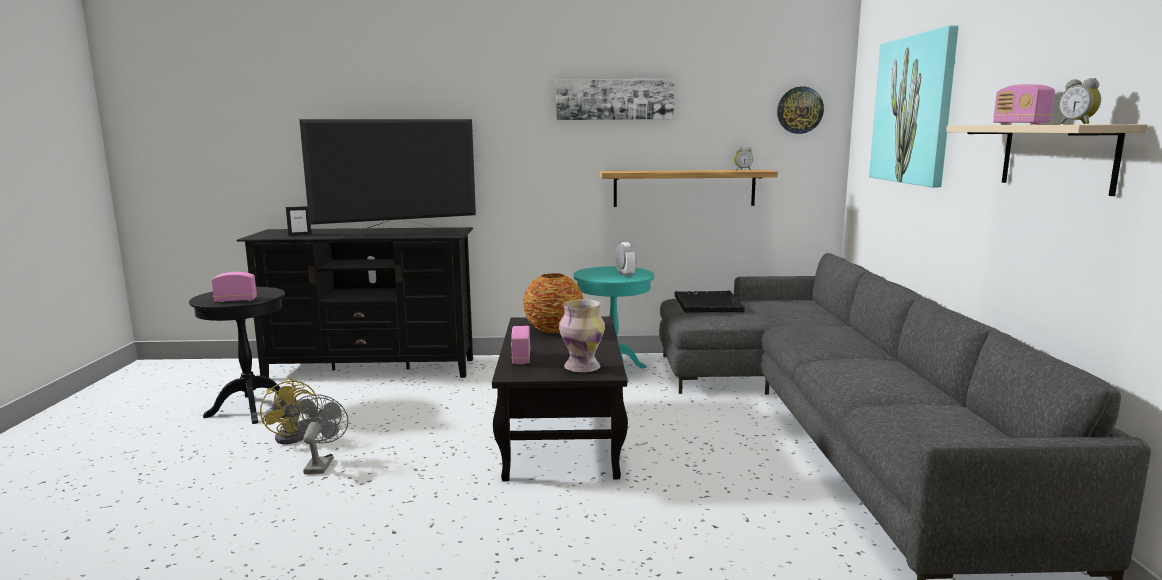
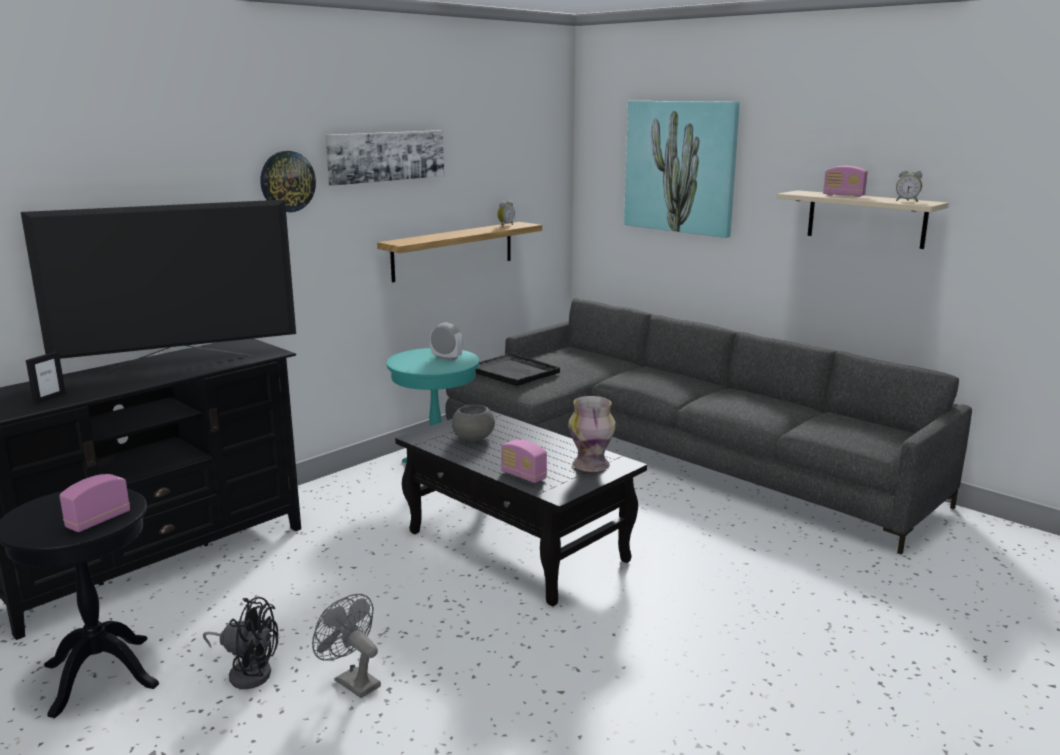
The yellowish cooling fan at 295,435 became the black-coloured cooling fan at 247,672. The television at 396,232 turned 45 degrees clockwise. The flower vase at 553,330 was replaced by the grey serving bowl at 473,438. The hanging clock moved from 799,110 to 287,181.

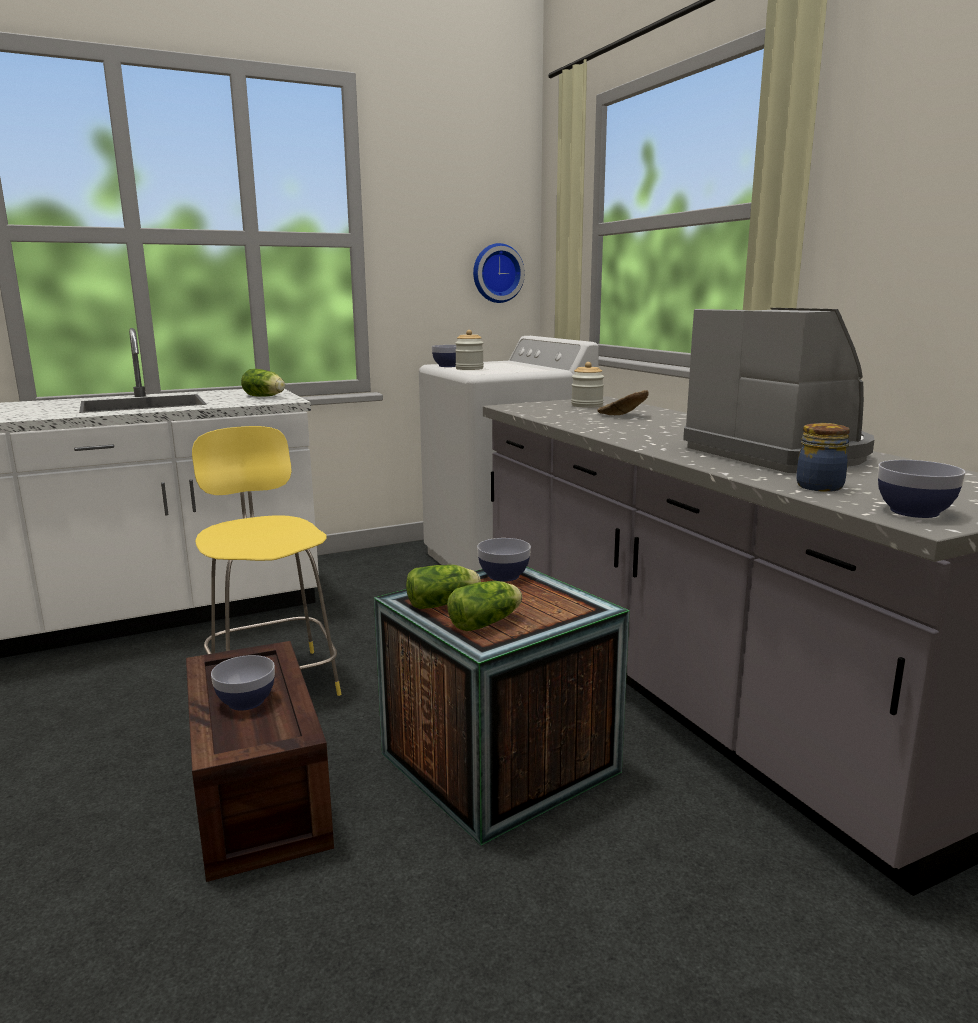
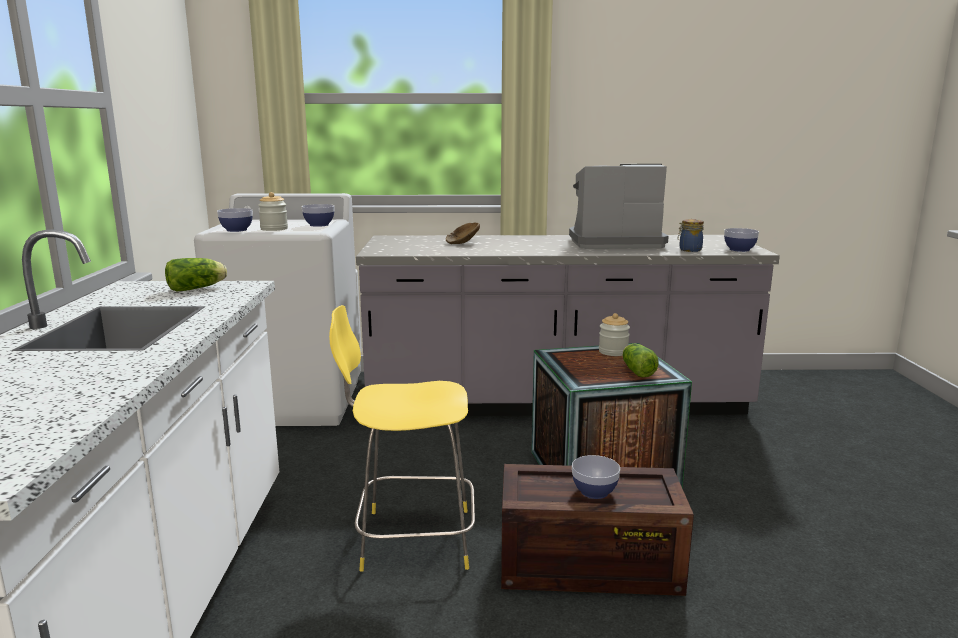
The head of lettuce at 445,603 disappeared. The hanging clock at 496,273 disappeared. The serving bowl moved from 504,576 to 319,225. The jar moved from 587,405 to 613,352.

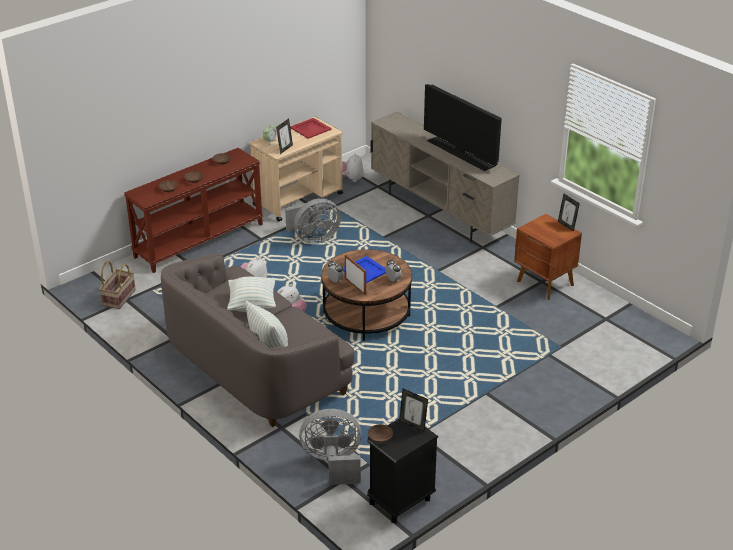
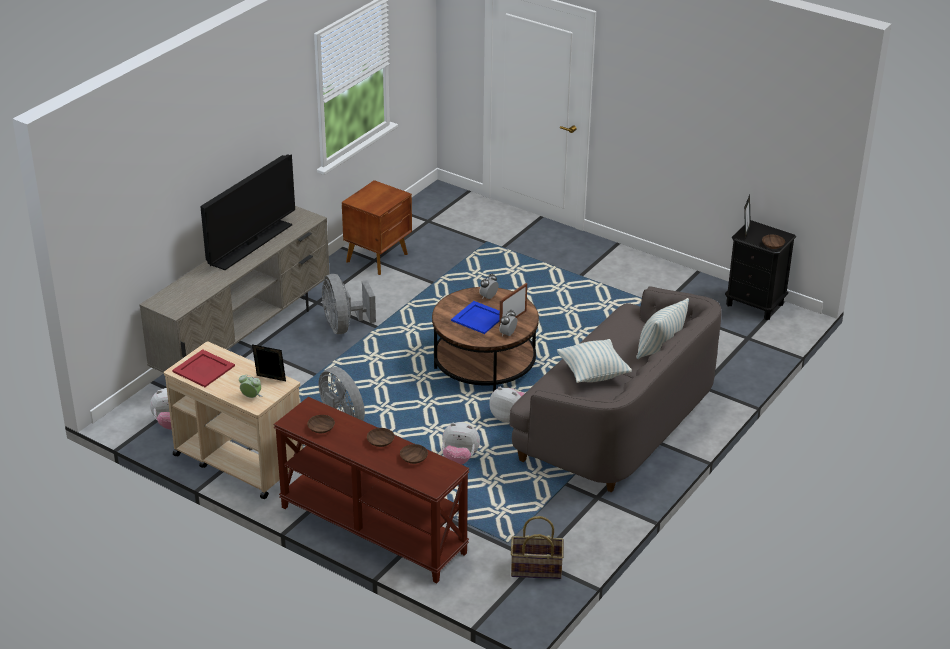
The grey cooling fan moved from 333,463 to 344,326. The picture frame at 567,225 disappeared.

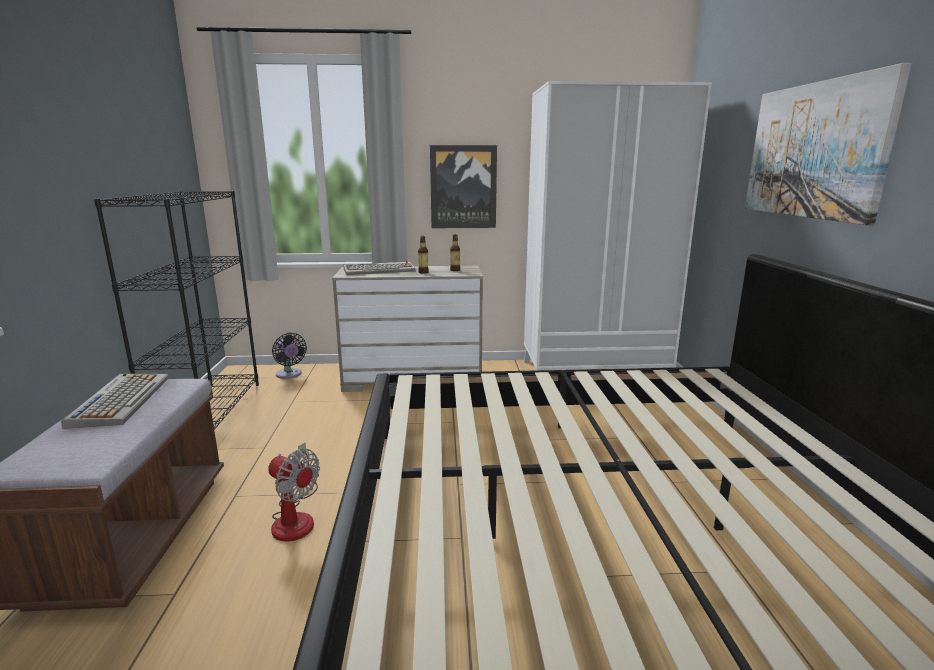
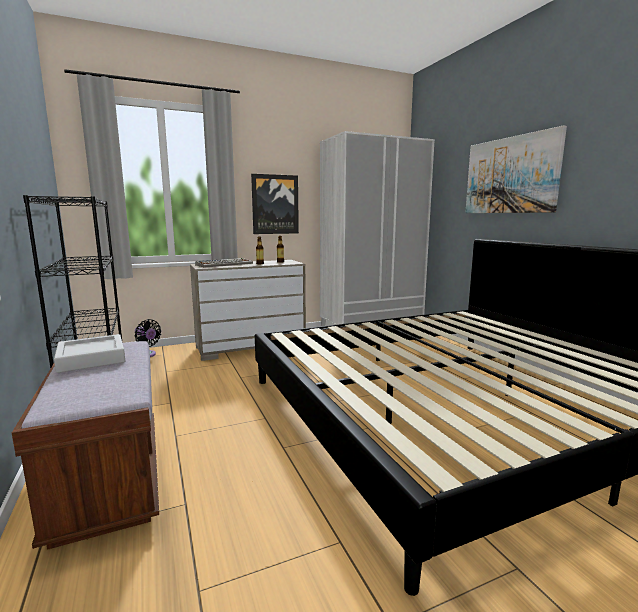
The PC keyboard at 120,400 was replaced by the grey carrying tray at 91,358. The cooling fan at 296,517 disappeared.

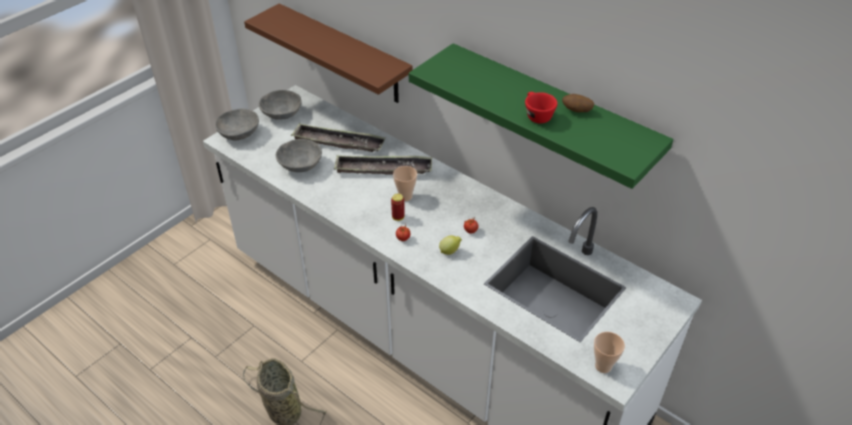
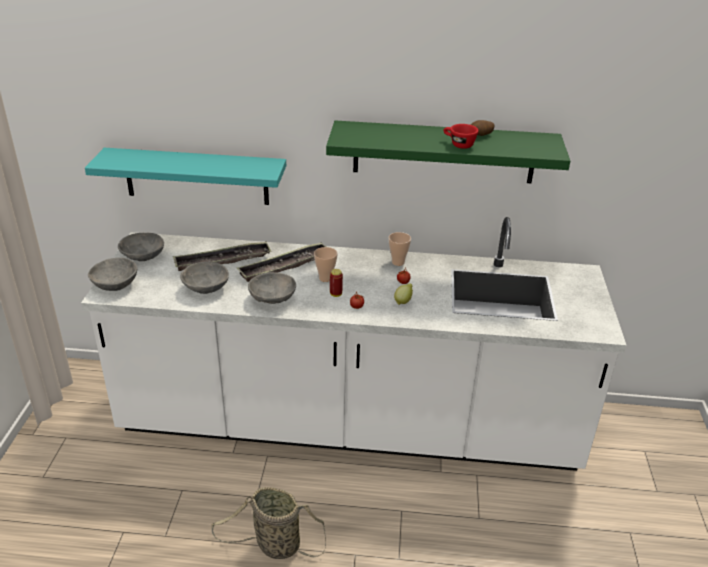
The brown-coloured shelf at 344,54 became the turquoise-coloured shelf at 196,176. The cup moved from 603,366 to 398,262. The grey serving bowl at 272,299 appeared.

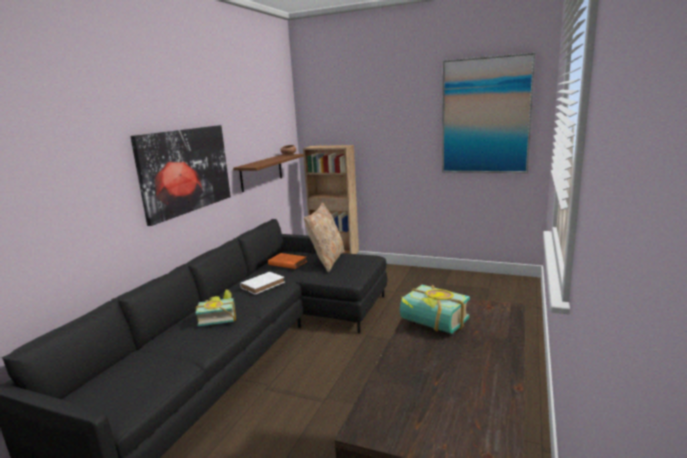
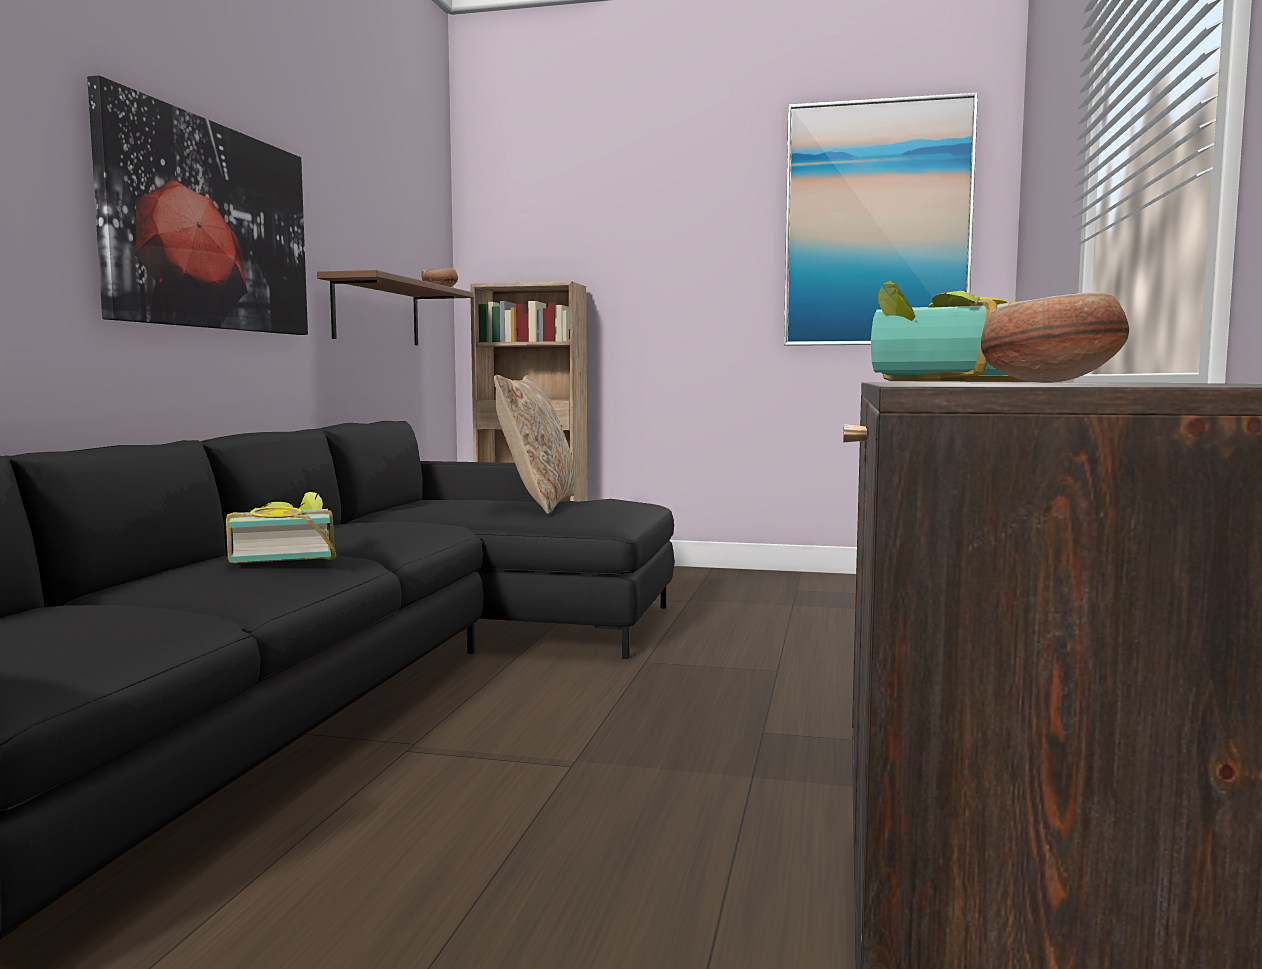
The white-coloured bound book at 263,285 disappeared. The orange bound book at 287,263 disappeared. The serving bowl at 1051,382 appeared.

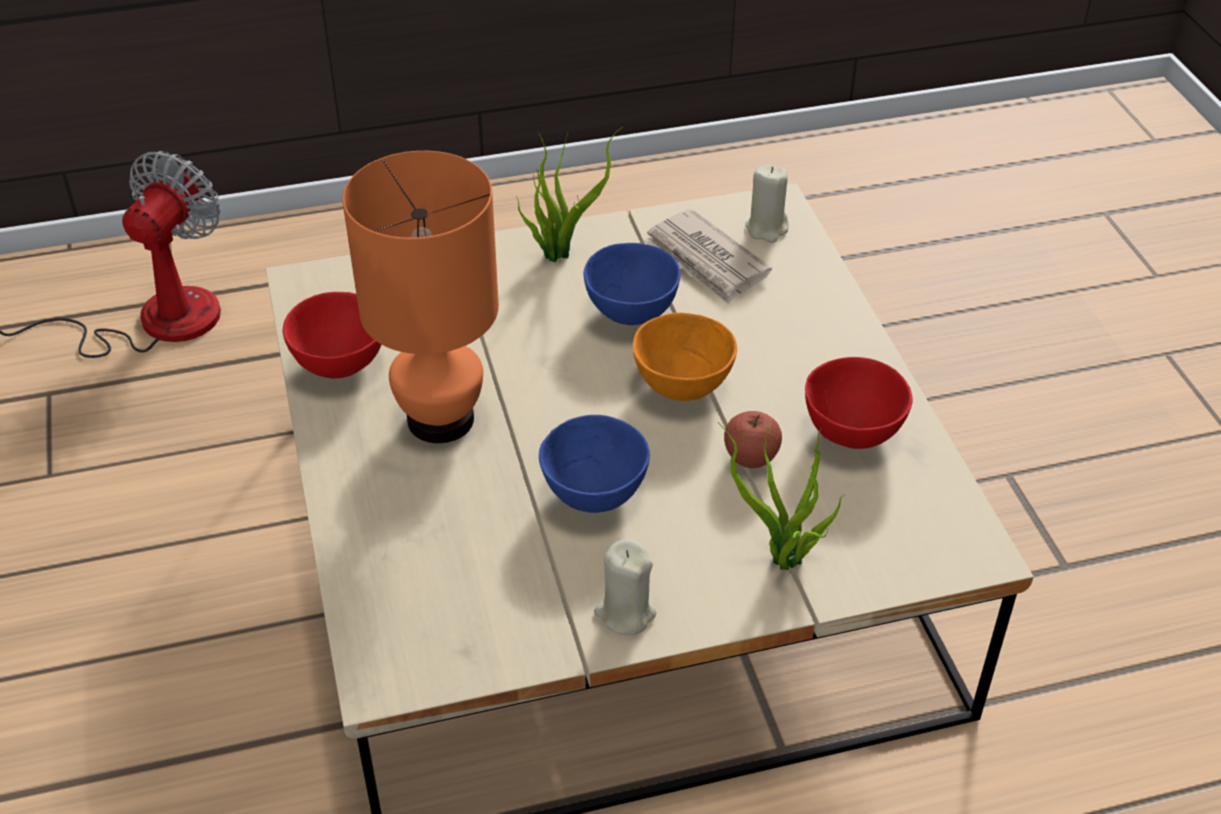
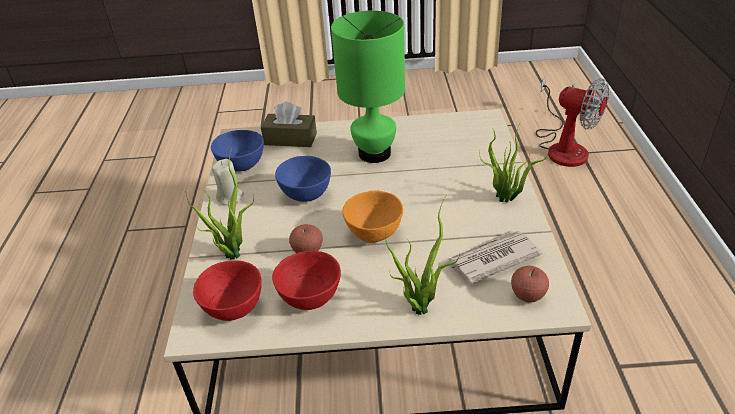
The red-coloured serving bowl moved from 342,364 to 233,309. The orange lamp for a table at 441,420 became the green lamp for a table at 374,154. The blue-coloured serving bowl moved from 631,313 to 241,166. The beige-coloured candle at 766,228 was replaced by the whole apple at 527,296. The brown-coloured box of tissues at 290,139 appeared. The houseplant at 419,305 appeared.

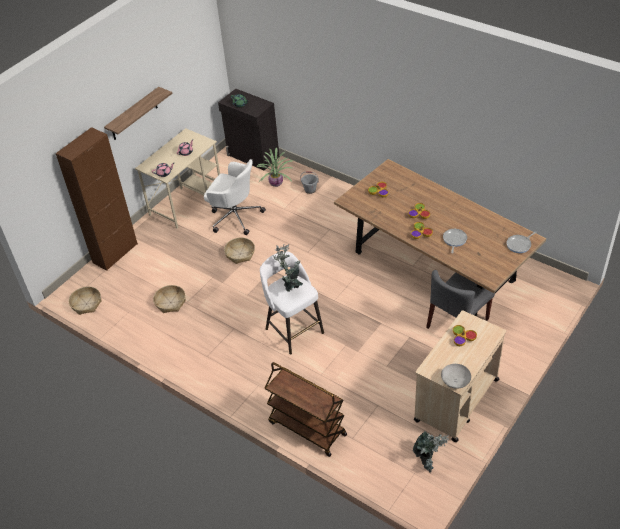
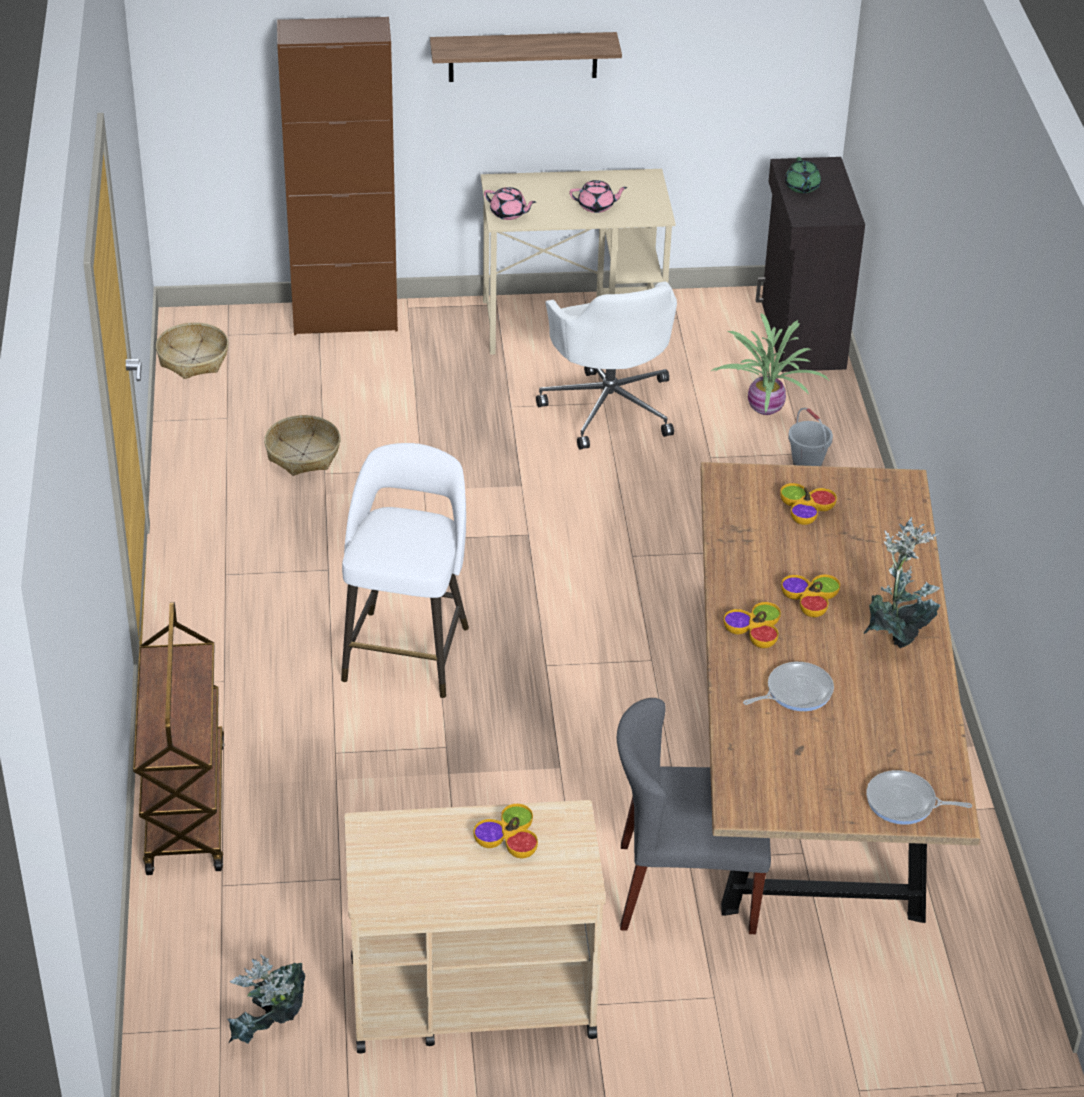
The basket at 240,254 disappeared. The houseplant moved from 291,285 to 896,636. The grey serving bowl at 455,382 disappeared.

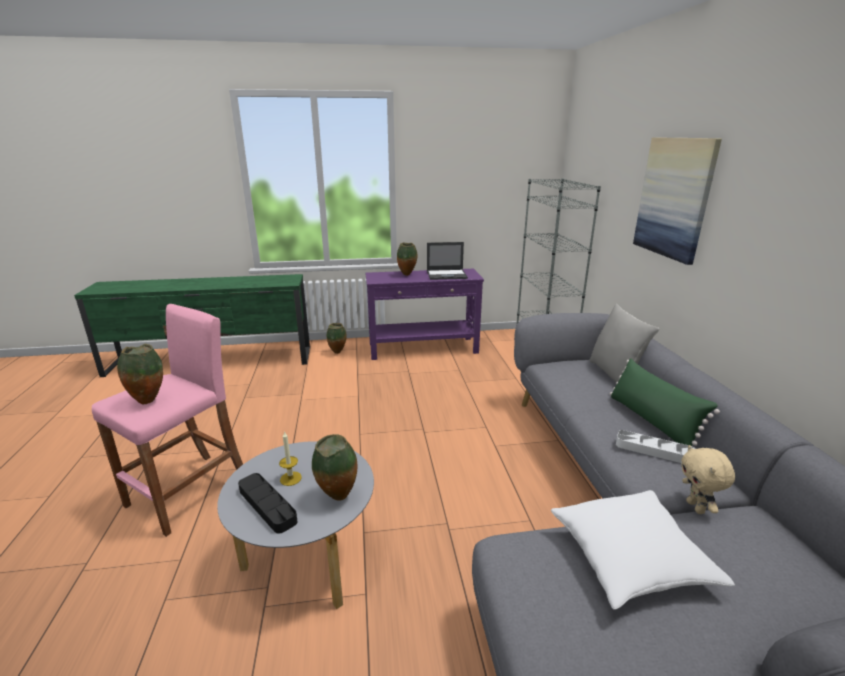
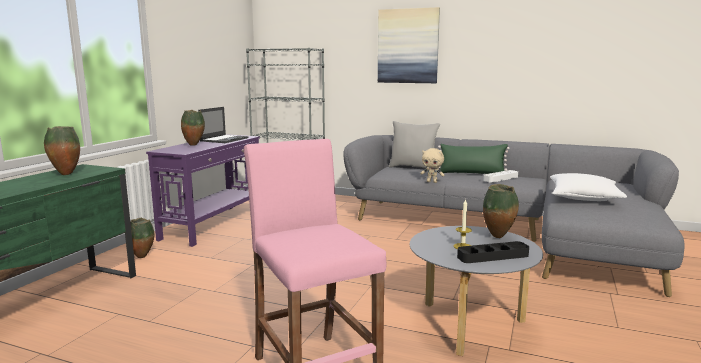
The flower vase moved from 148,401 to 65,174. The beige-coloured cuddly toy moved from 696,507 to 432,182.

